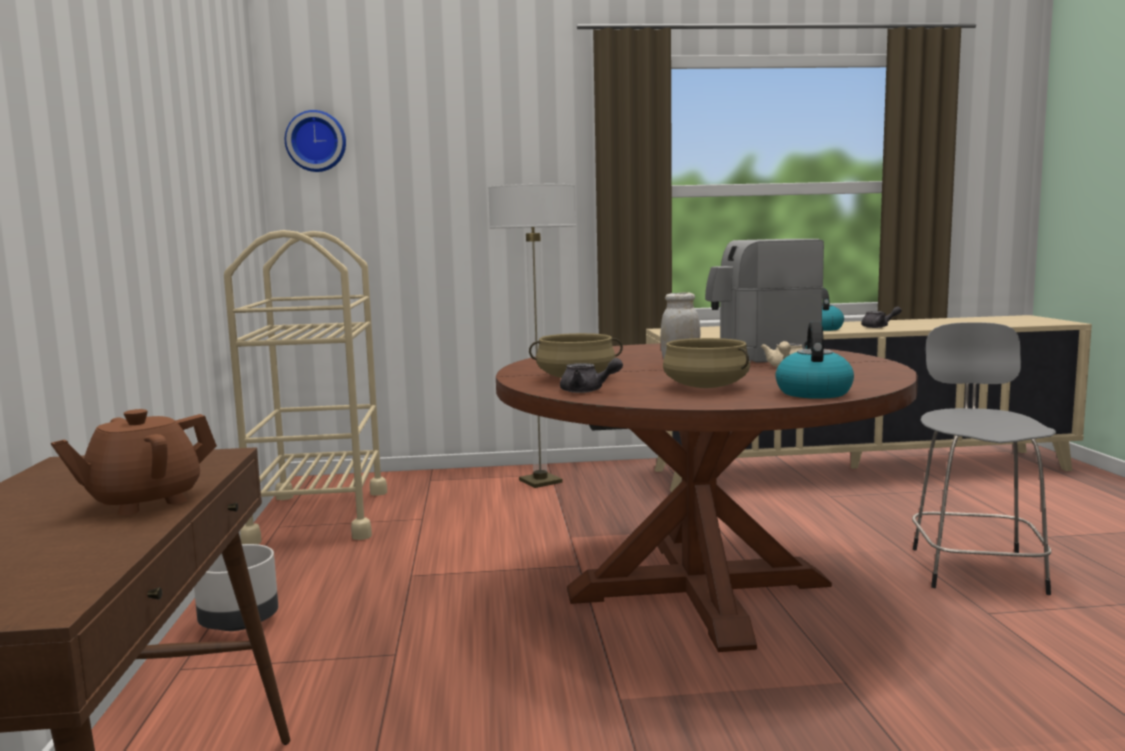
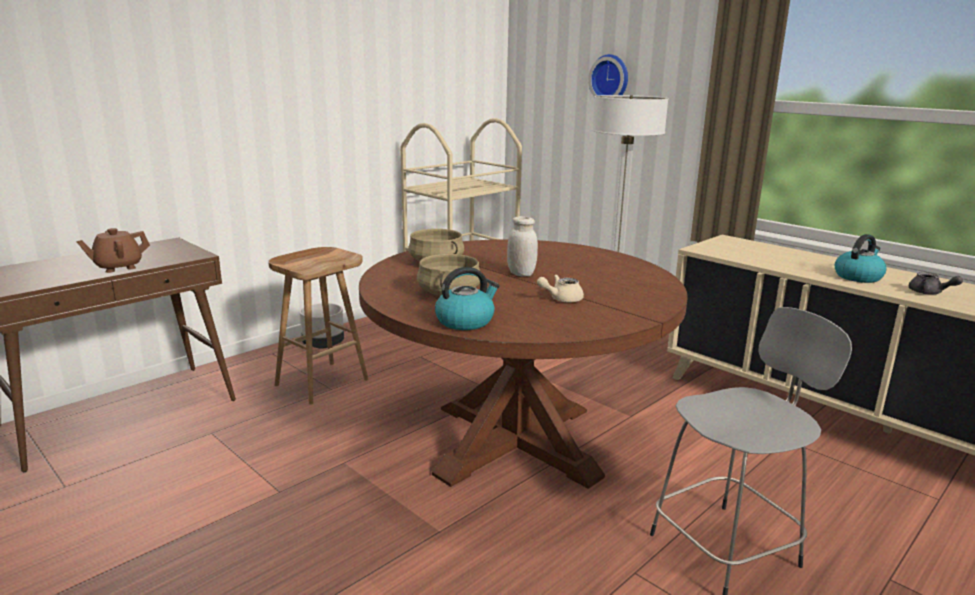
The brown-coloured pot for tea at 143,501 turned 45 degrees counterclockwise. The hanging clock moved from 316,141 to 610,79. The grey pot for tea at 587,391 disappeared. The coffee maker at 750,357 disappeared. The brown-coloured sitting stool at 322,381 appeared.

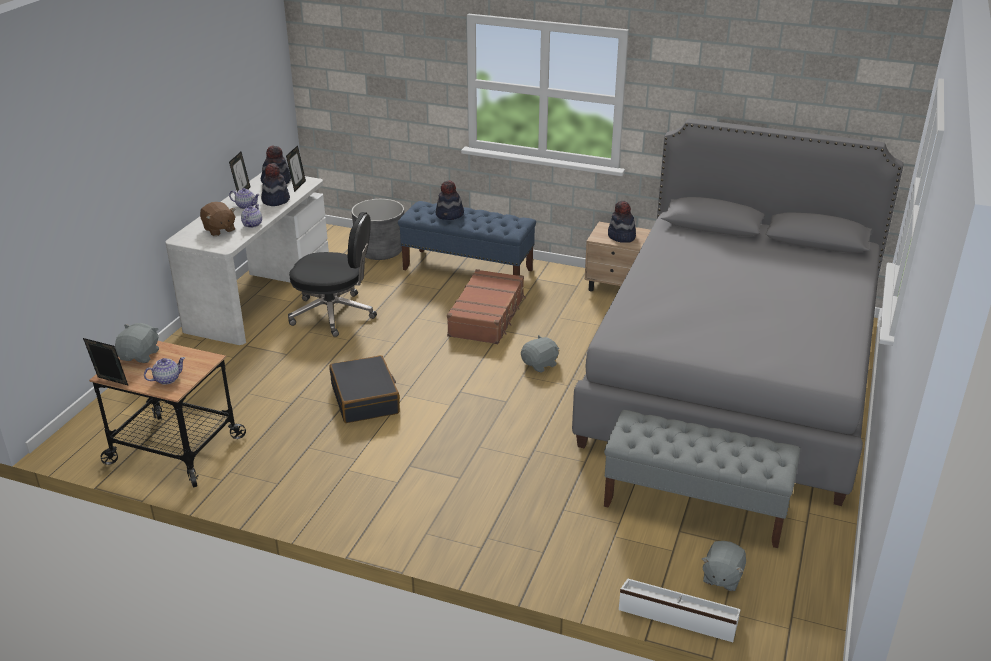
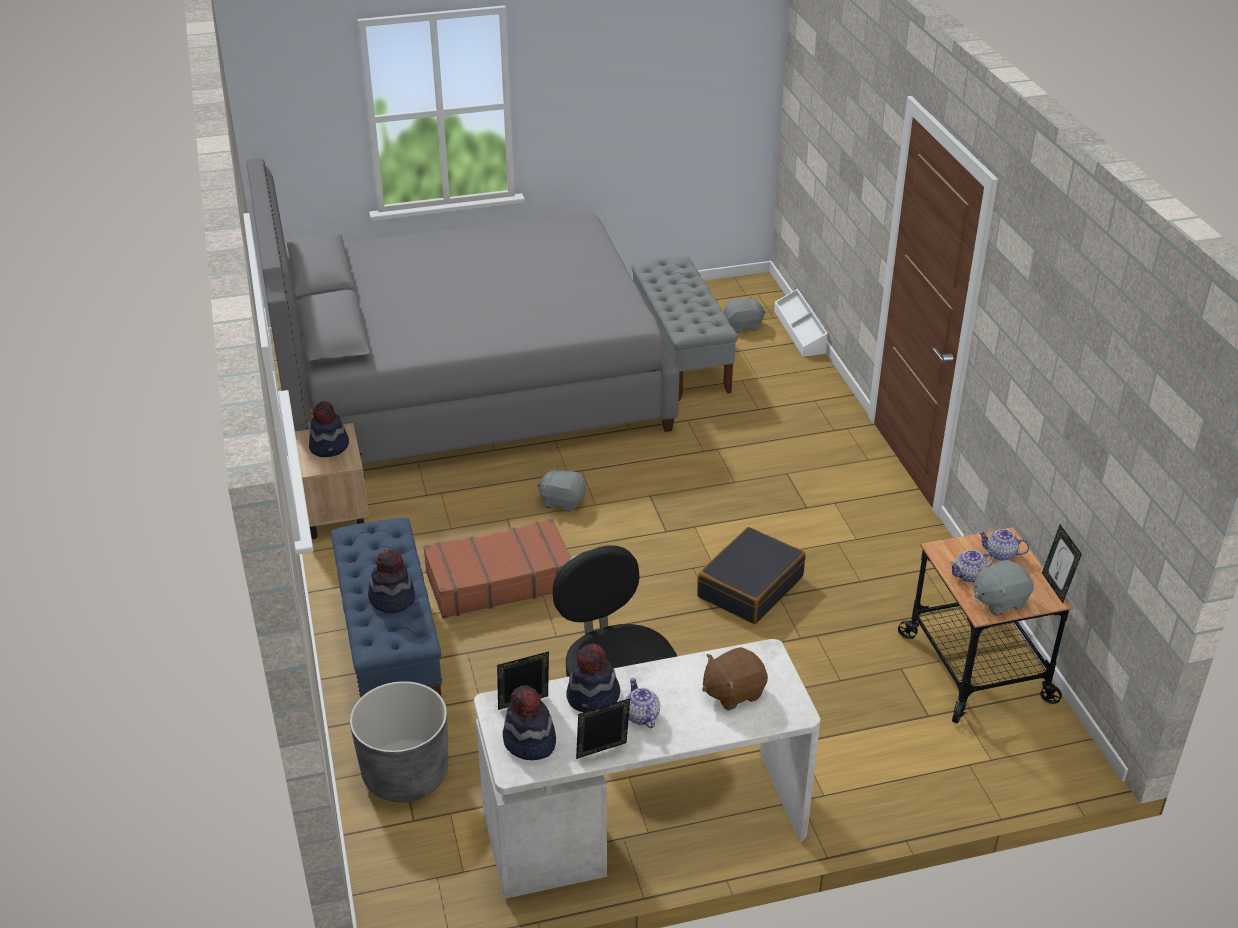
The brown-coloured cuddly toy at 219,230 turned 135 degrees counterclockwise. The pot for tea moved from 252,224 to 969,576.

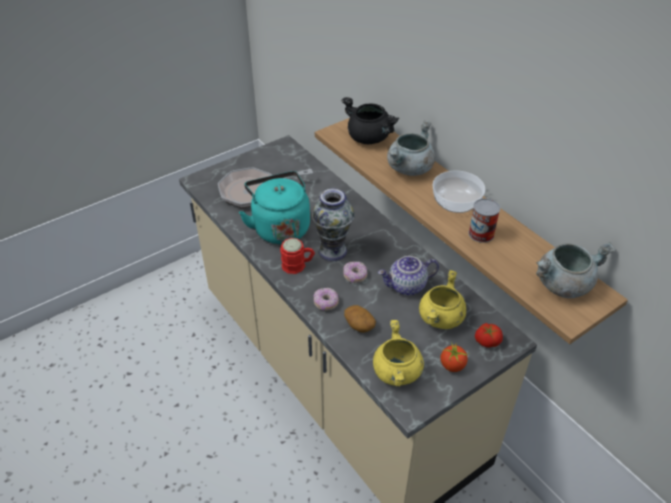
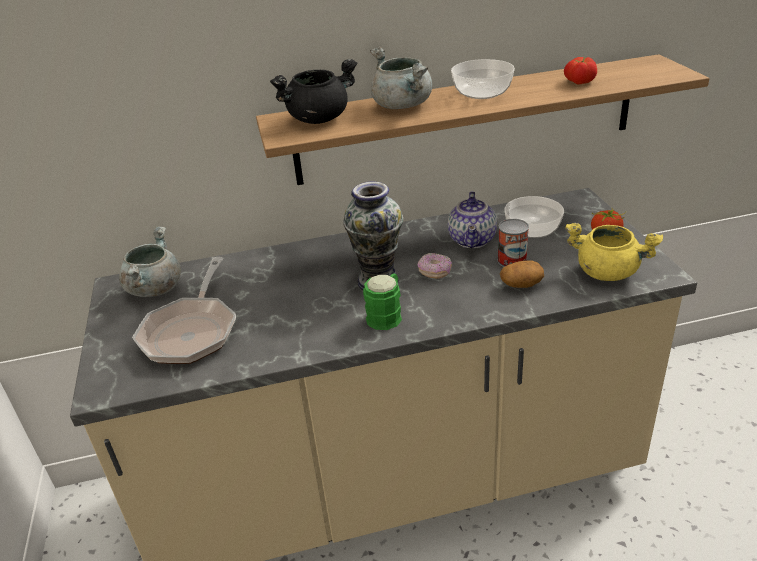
The turquoise-coloured tea kettle at 279,227 disappeared. The red-coloured mug at 298,265 became the green mug at 387,314. The doughnut at 326,303 disappeared. The yellowish stockpot at 441,318 was replaced by the serving bowl at 533,229. The metal can moved from 481,233 to 512,260. The tomato moved from 487,340 to 579,81. The grey stockpot moved from 563,284 to 155,288.

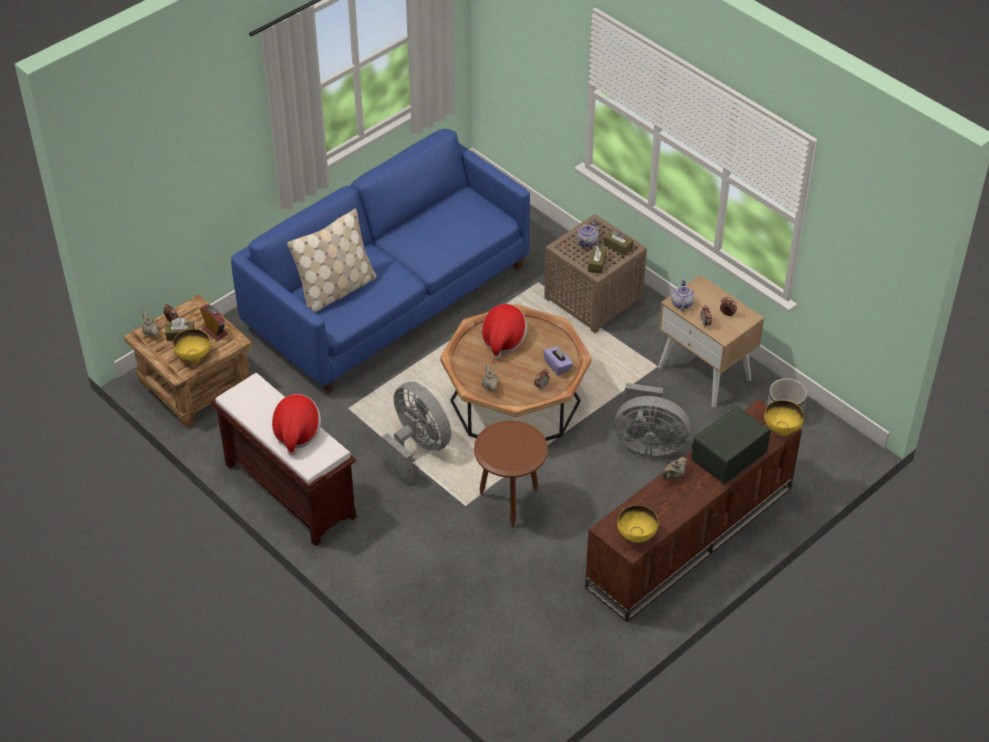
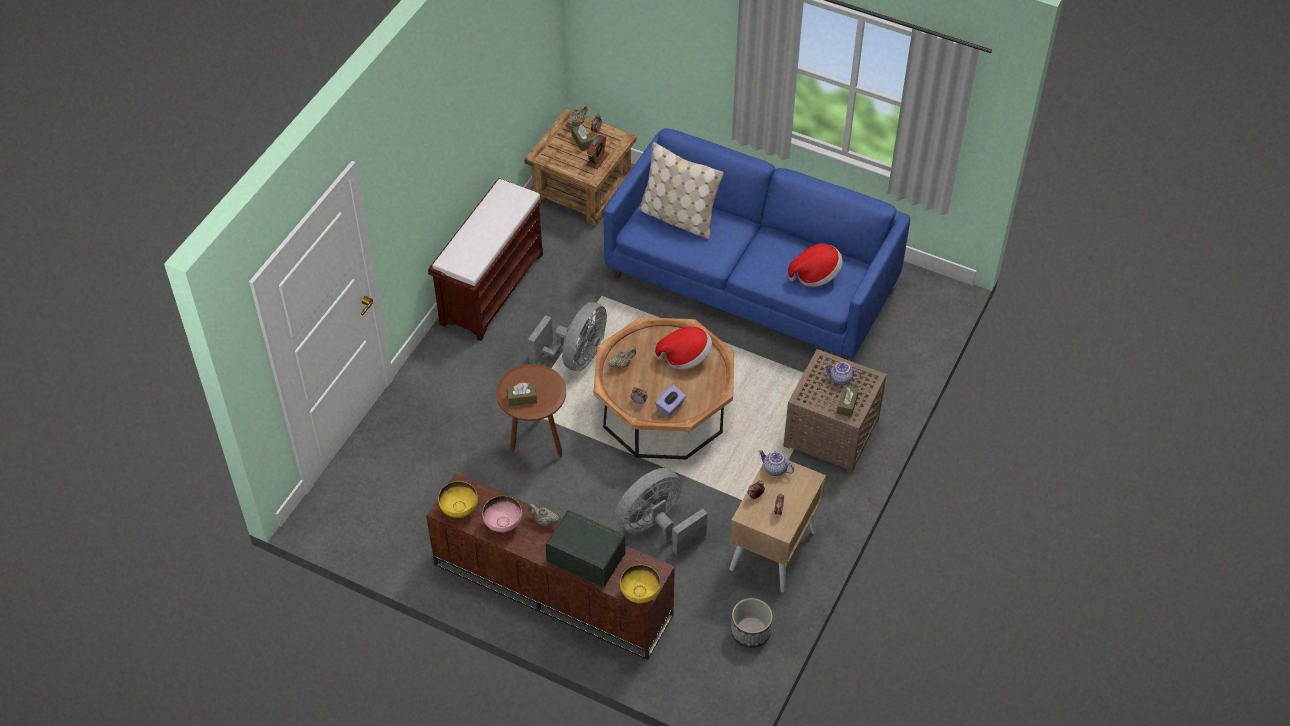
The yellowish serving bowl at 194,357 disappeared. The clothing hat moved from 296,433 to 815,275. The brown-coloured box of tissues moved from 597,264 to 522,398. The grey cooling fan at 648,443 turned 60 degrees clockwise. The pot for tea at 681,303 turned 135 degrees counterclockwise. The pinkish serving bowl at 503,524 appeared.

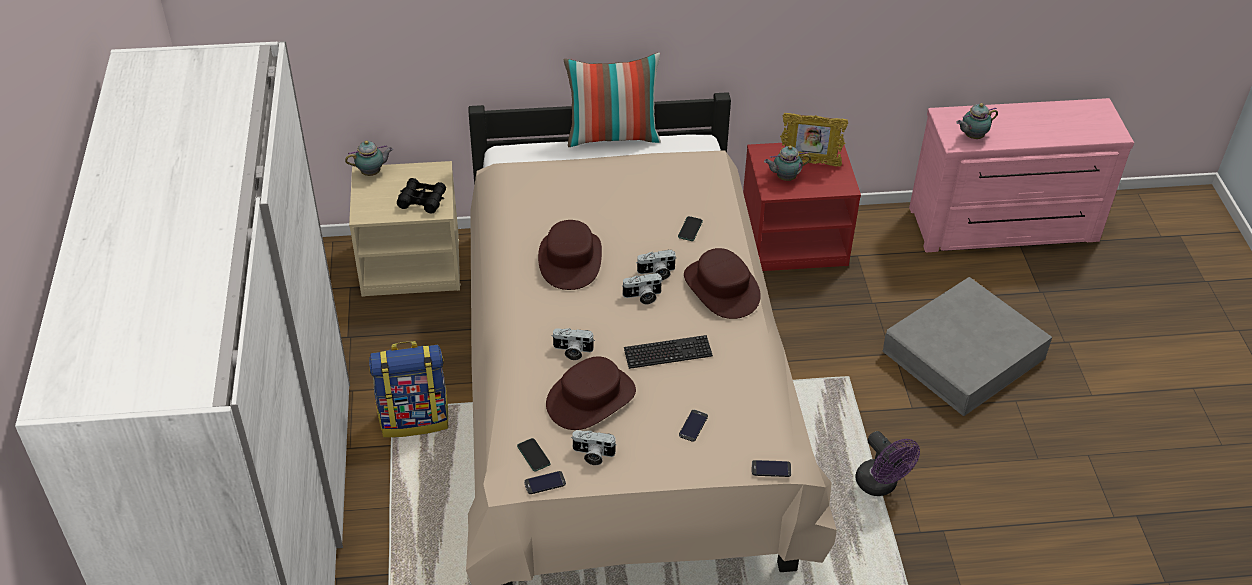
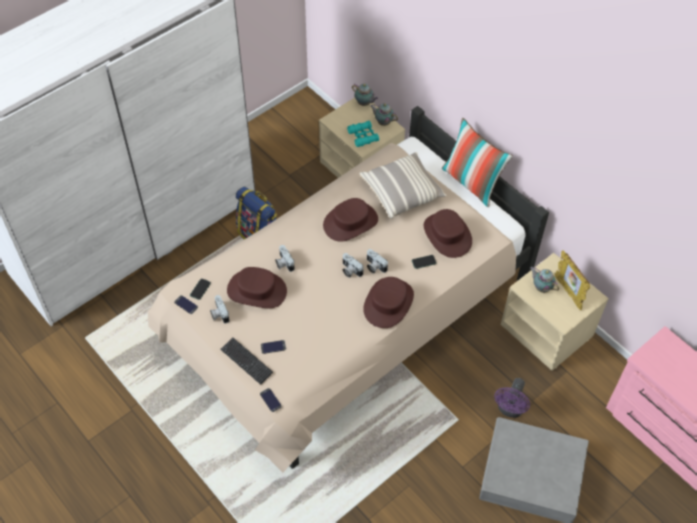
The black-coloured pair of binoculars at 422,200 became the turquoise-coloured pair of binoculars at 363,136. The PC keyboard moved from 668,353 to 246,361. The red-coloured bedside table at 794,240 became the beige-coloured bedside table at 547,330. The purplish cooling fan moved from 881,485 to 510,410. The pot for tea moved from 972,136 to 383,122. The cushion at 402,192 appeared. The brown-coloured clothing hat at 447,235 appeared.

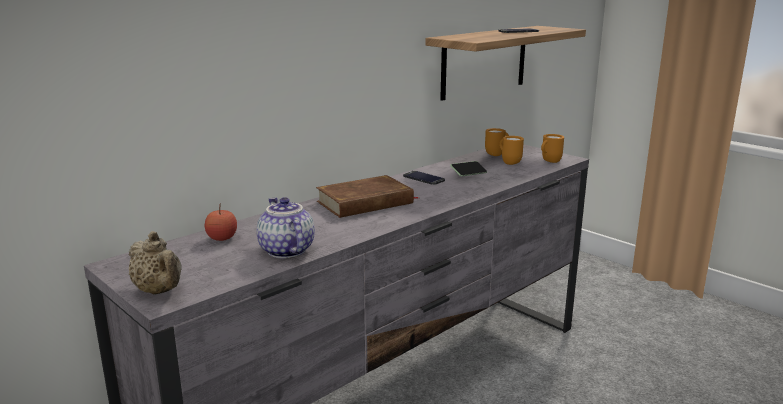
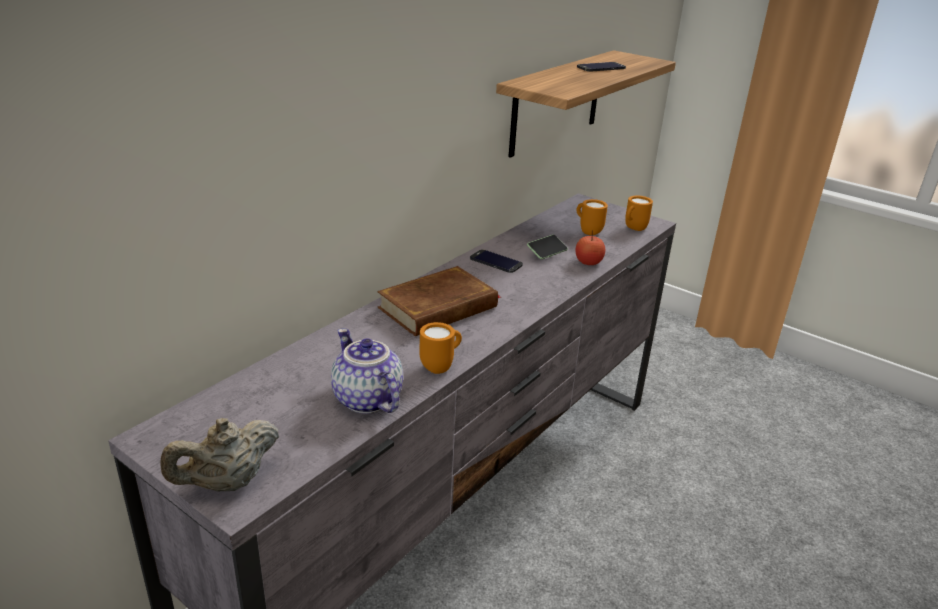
The beige-coloured pot for tea at 159,291 turned 105 degrees clockwise. The whole apple moved from 222,238 to 588,262. The orange mug moved from 496,154 to 440,366.

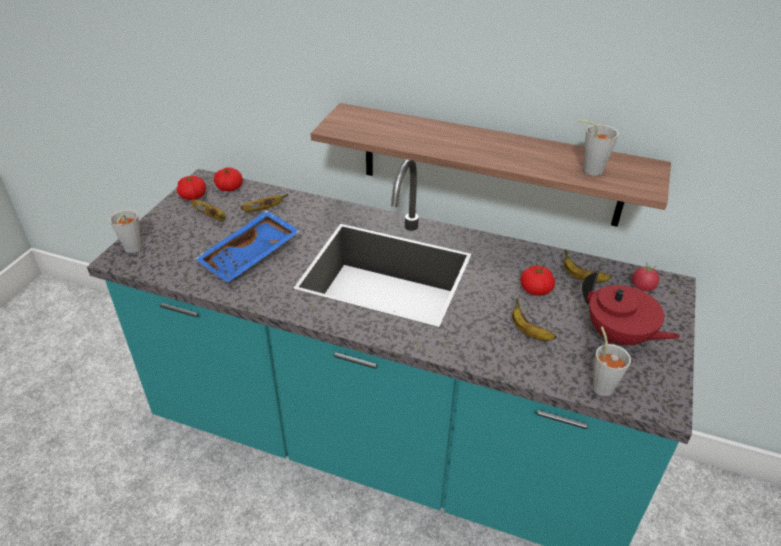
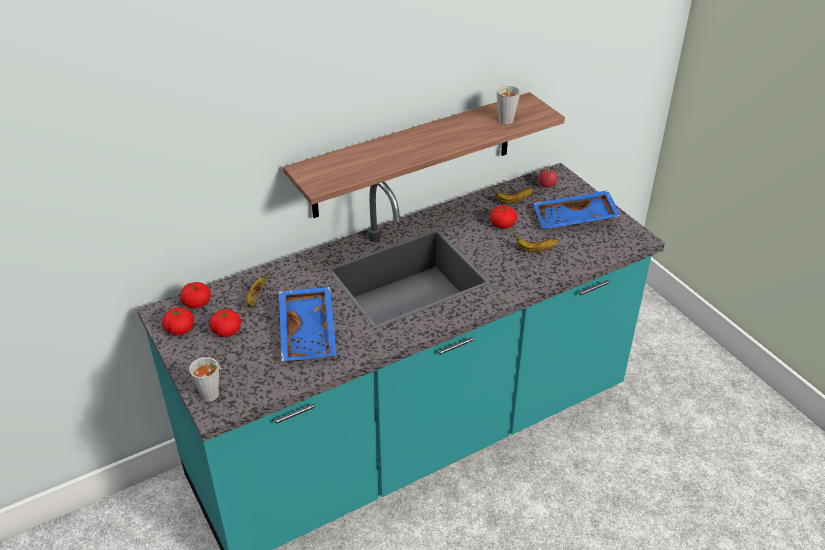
The banana at 212,217 was replaced by the tomato at 226,331. The red-coloured pot for tea at 618,336 was replaced by the blue-coloured carrying tray at 575,220. The grey cup at 601,384 disappeared.

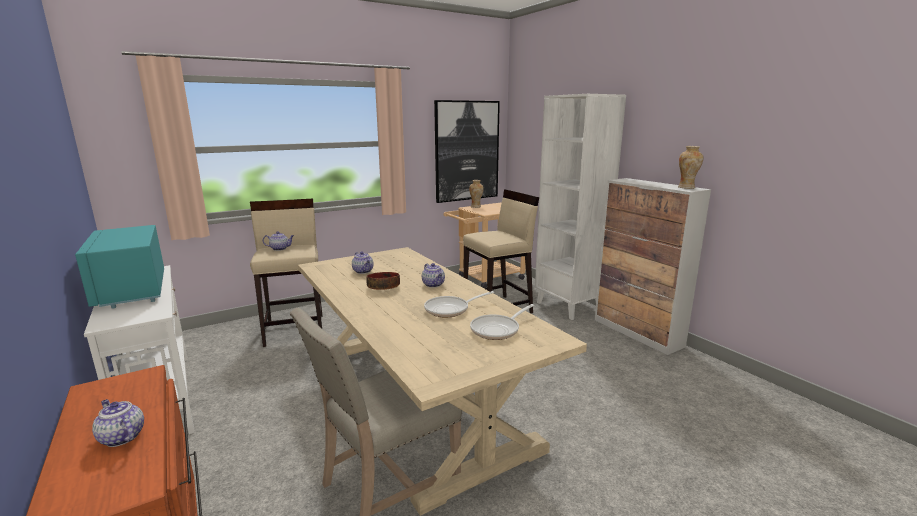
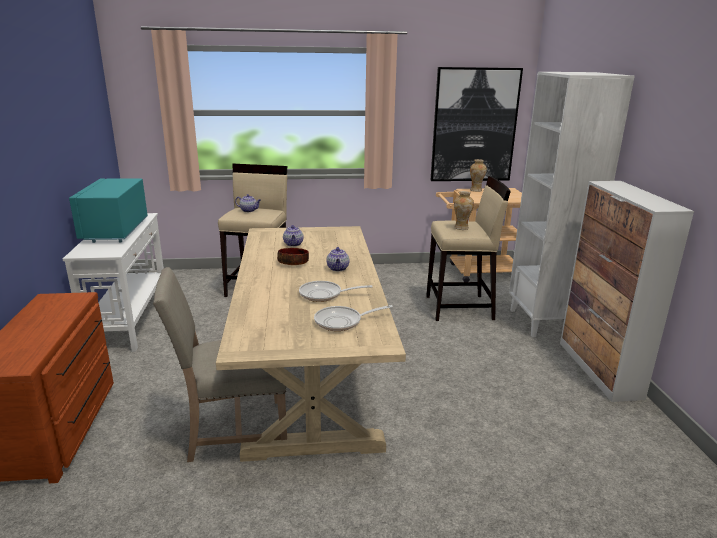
The pot for tea at 121,437 disappeared. The flower vase moved from 686,187 to 461,228.

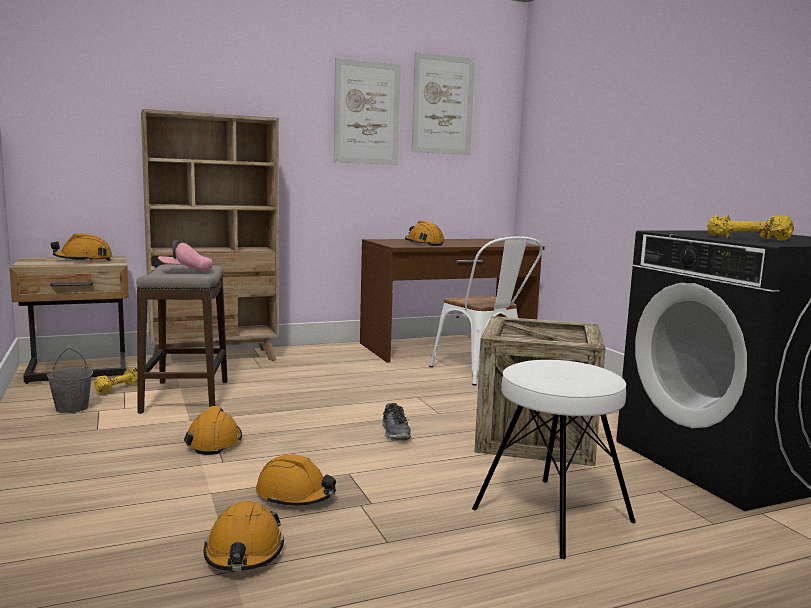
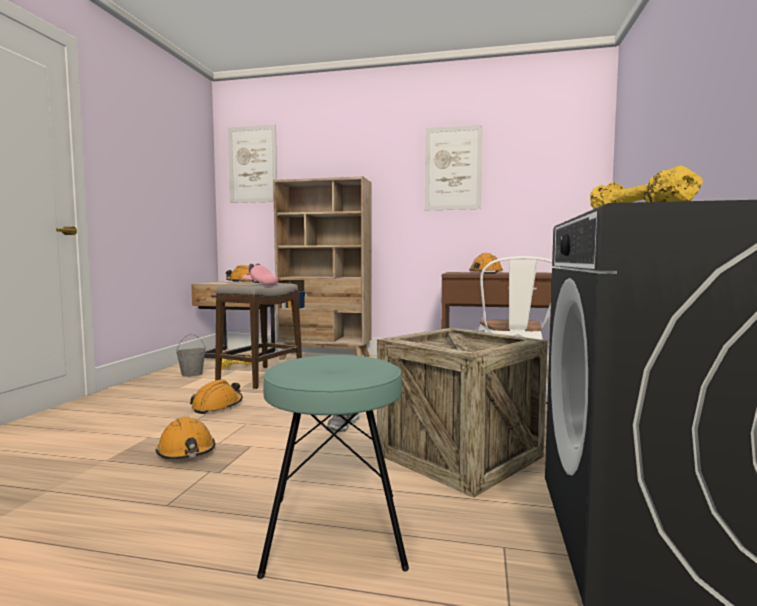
The orange work helmet at 244,553 disappeared. The wall art moved from 443,105 to 252,164. The white-coloured sitting stool at 553,515 became the turquoise-coloured sitting stool at 335,531.

